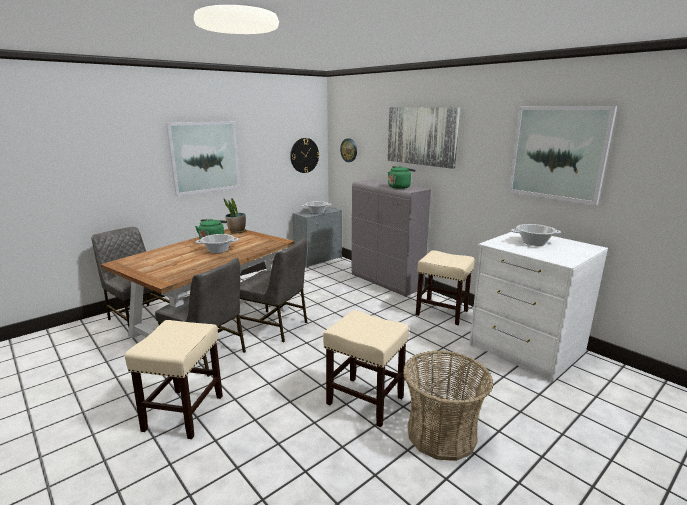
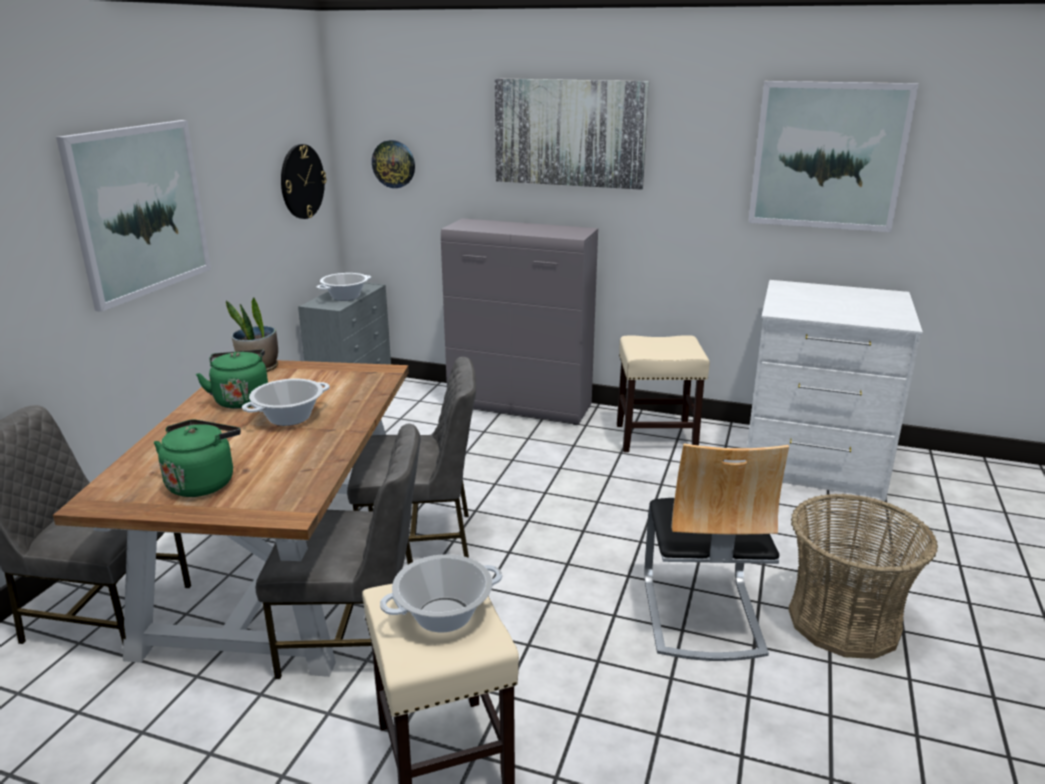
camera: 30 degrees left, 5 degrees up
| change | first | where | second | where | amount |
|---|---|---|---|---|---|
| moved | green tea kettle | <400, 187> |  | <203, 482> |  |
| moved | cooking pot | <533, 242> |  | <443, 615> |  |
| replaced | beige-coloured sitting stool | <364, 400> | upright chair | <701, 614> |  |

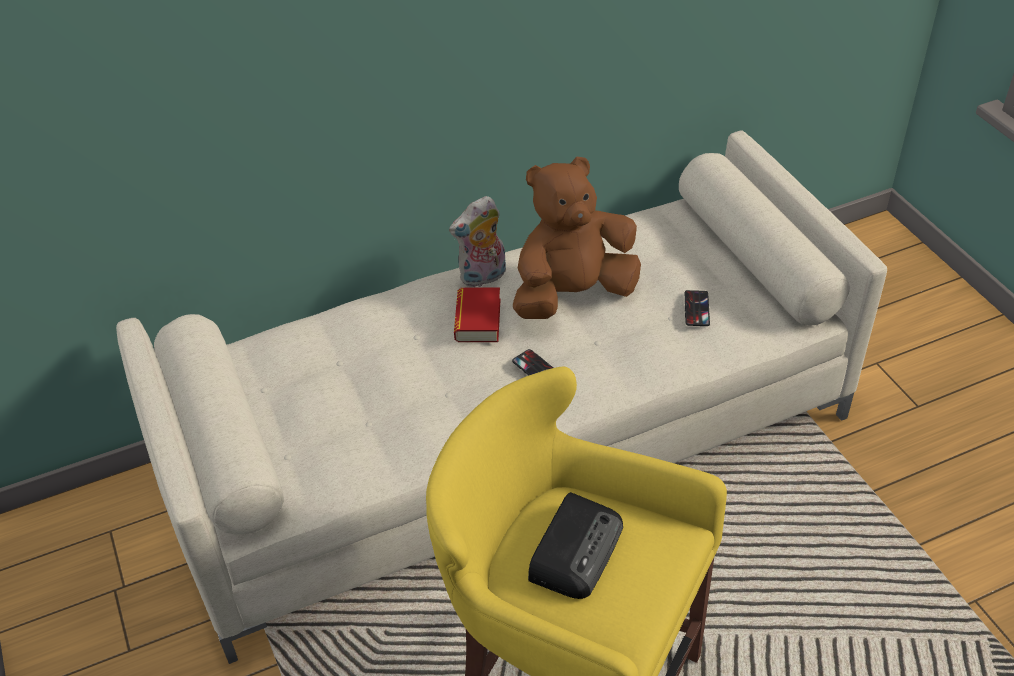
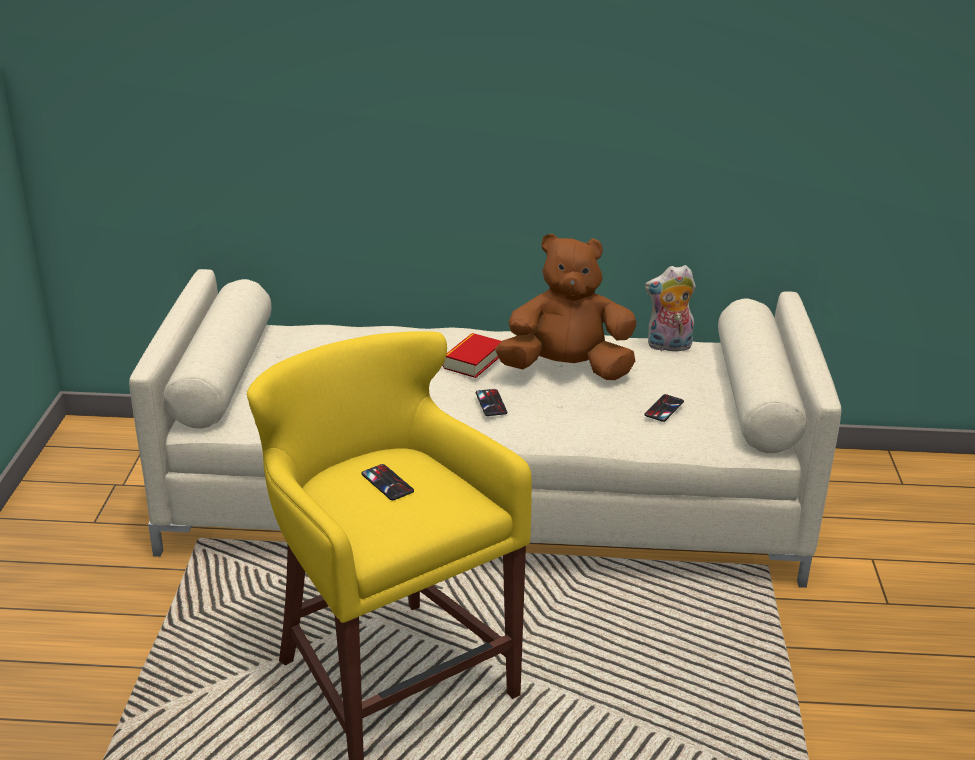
camera: 25 degrees right, 15 degrees down
| change | first | where | second | where | amount |
|---|---|---|---|---|---|
| moved | plush toy | <483, 277> |  | <668, 346> |  |
| replaced | radio set | <576, 549> | handset | <387, 483> |  |

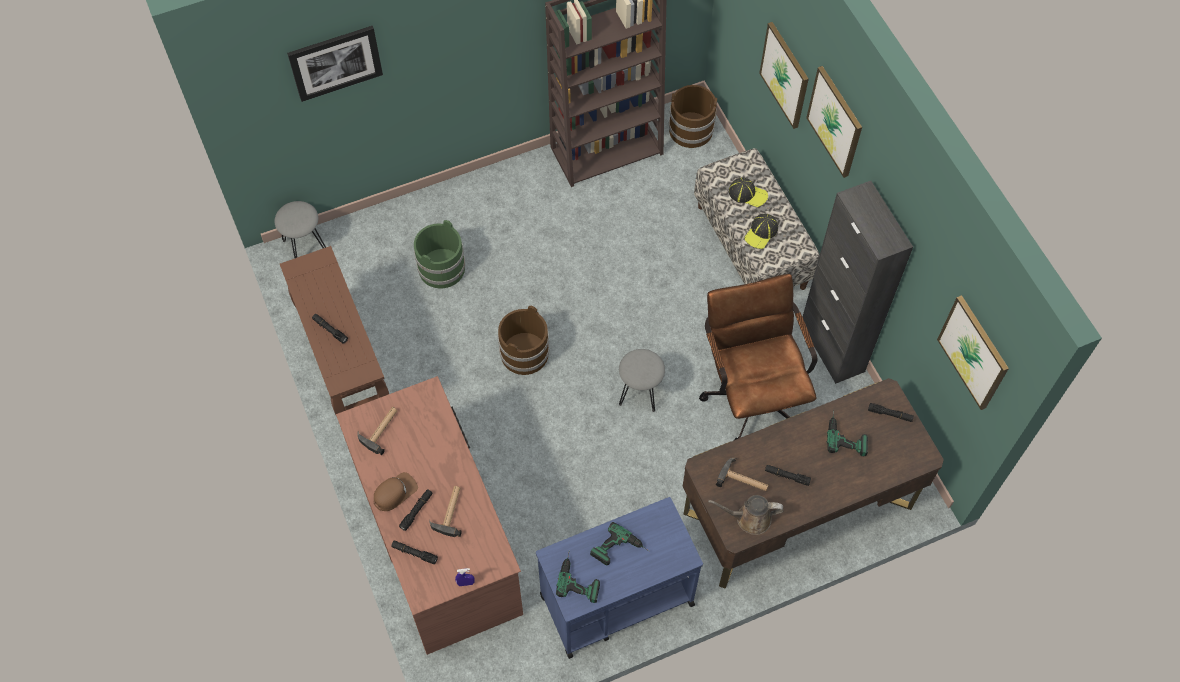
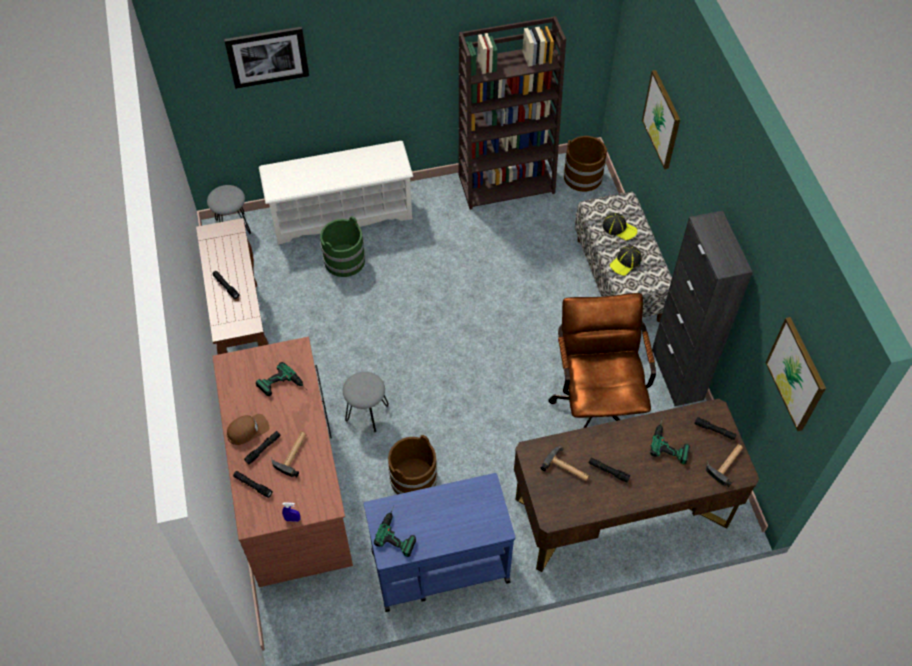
camera: 10 degrees right, 5 degrees down
| change | first | where | second | where | amount |
|---|---|---|---|---|---|
| removed | brown-coloured watering pot | <749, 518> |  |  |  |
| removed | wall picture | <835, 121> |  |  |  |
| added |  |  | white shoe stand | <341, 214> |  |
| moved | hand hammer | <381, 429> |  | <726, 463> |  |
| moved | brown-coloured bucket | <524, 353> |  | <413, 478> |  |
| moved | electric drill | <621, 551> |  | <283, 387> |  |
| moved | greyish sitting stool | <639, 392> |  | <366, 413> |  |

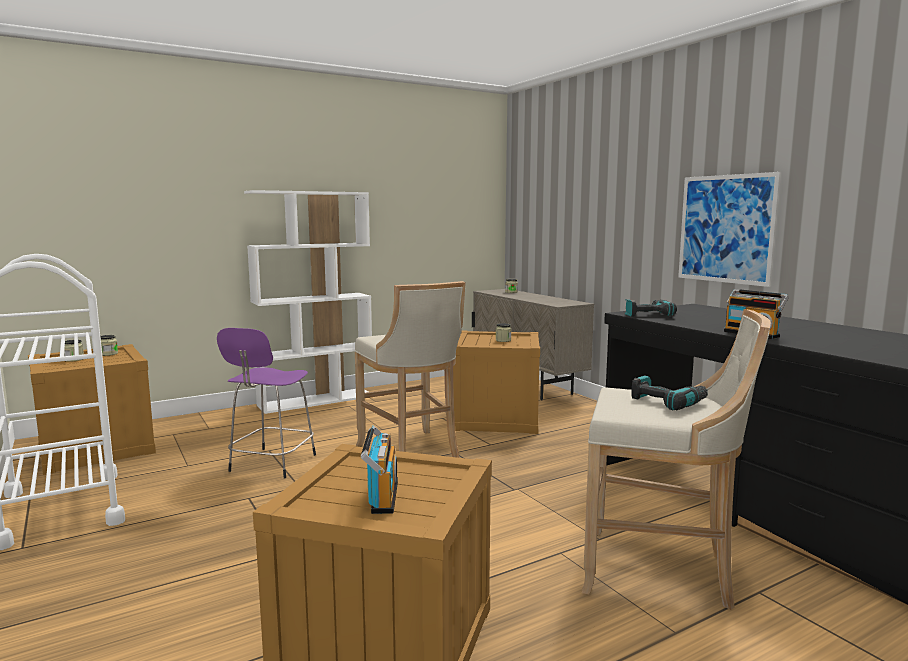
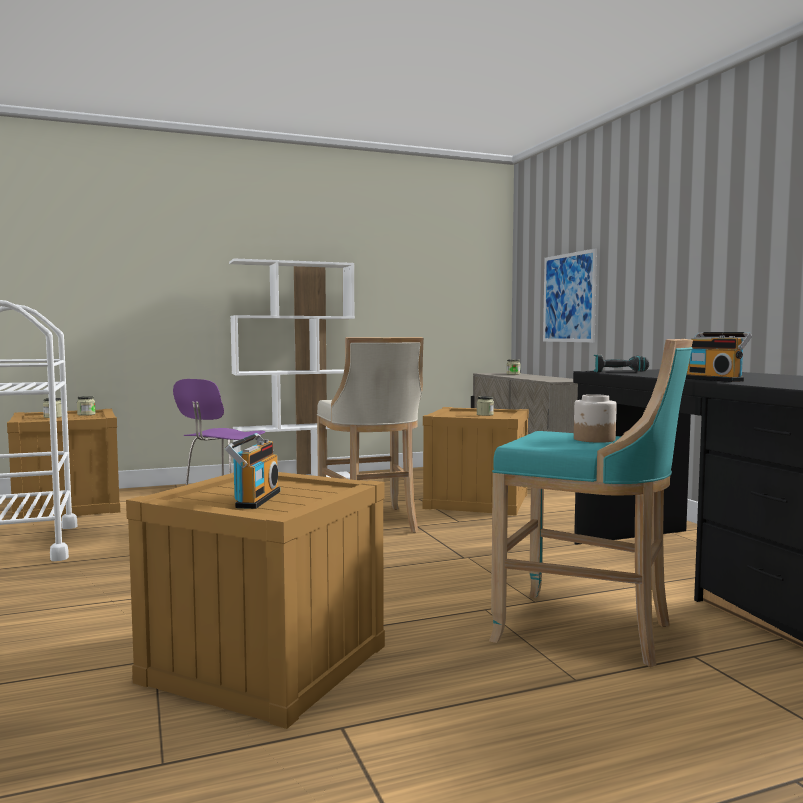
camera: 10 degrees right, 5 degrees down
| change | first | where | second | where | amount |
|---|---|---|---|---|---|
| moved | wall picture | <726, 229> |  | <569, 297> |  |
| replaced | electric drill | <668, 402> | preserve jar | <594, 439> |  |
| recoloured | beige-coloured sitting stool | <661, 571> | turquoise sitting stool | <589, 631> |  |

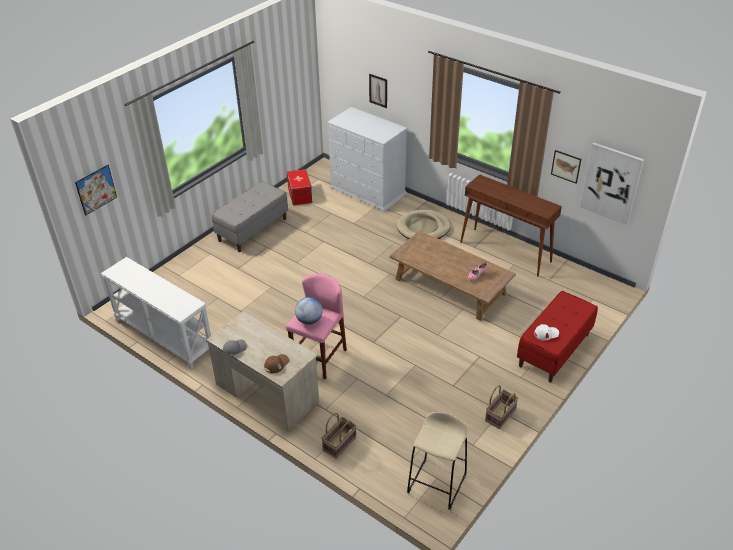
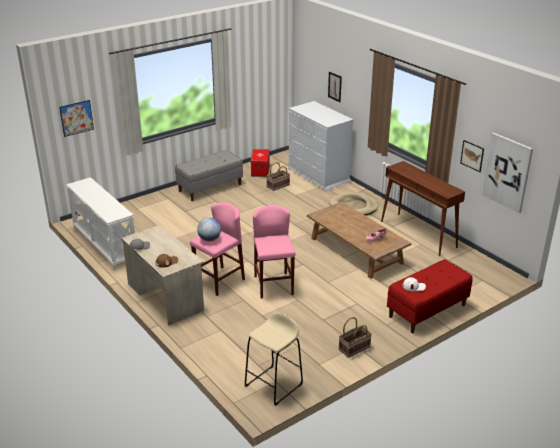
camera: 15 degrees right, 10 degrees down
| change | first | where | second | where | amount |
|---|---|---|---|---|---|
| added |  |  | pink sitting stool | <273, 285> |  |
| moved | storage basket | <340, 444> |  | <278, 186> |  |

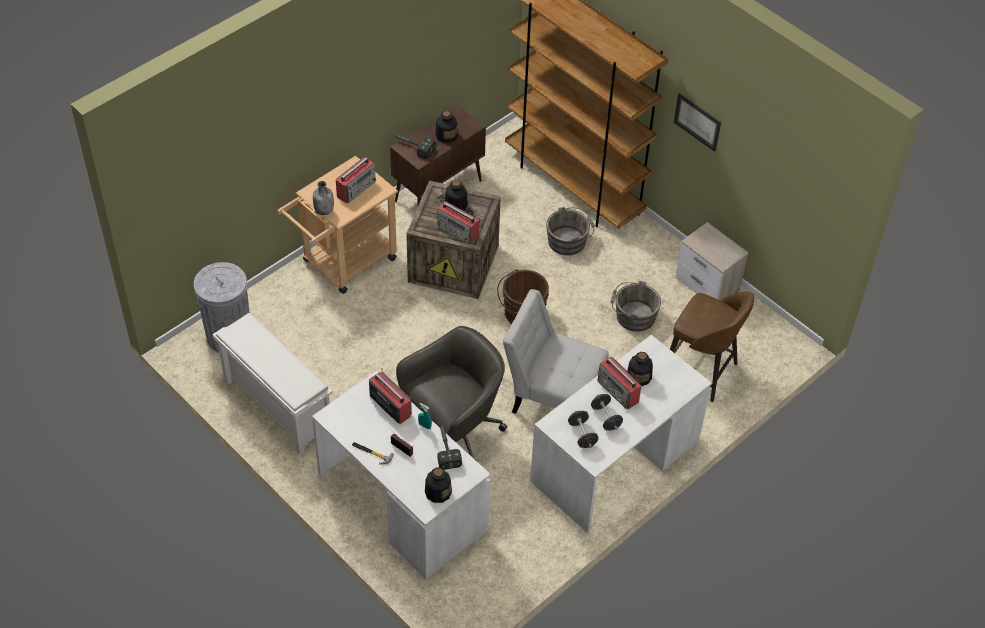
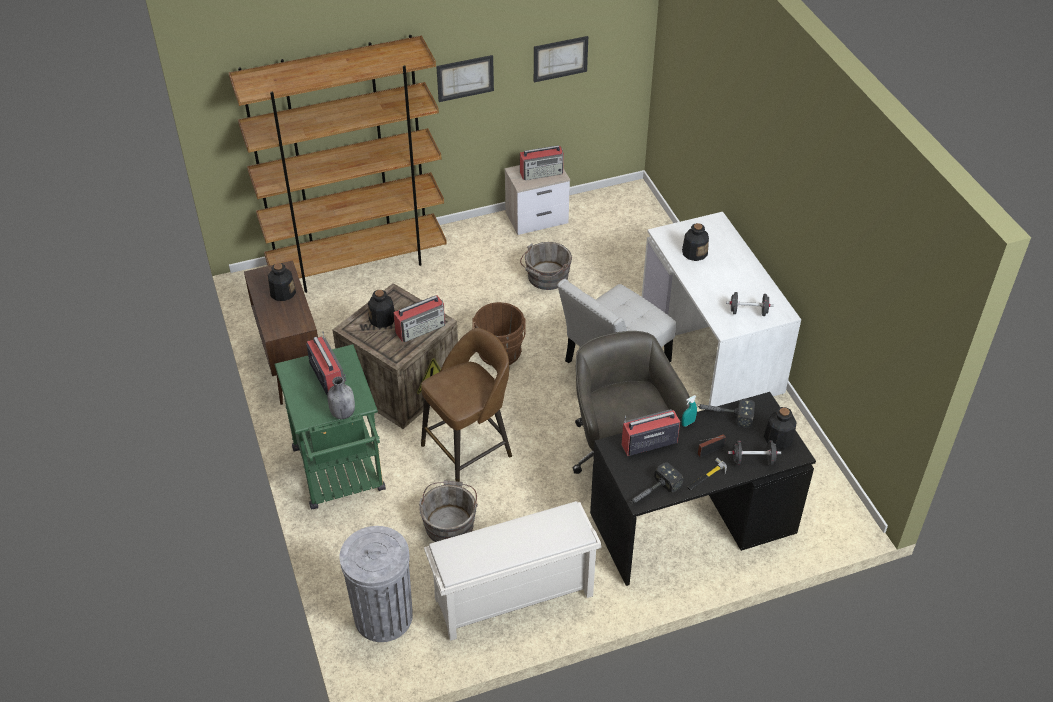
camera: 65 degrees left, 5 degrees down
| change | first | where | second | where | amount |
|---|---|---|---|---|---|
| added |  |  | wall picture | <560, 58> |  |
| moved | hand hammer | <412, 146> |  | <651, 493> |  |
| moved | greyish bucket | <569, 240> |  | <449, 522> |  |
| moved | black-coloured hand weight | <606, 418> |  | <753, 460> |  |
| moved | radio set | <618, 391> |  | <542, 173> |  |
| moved | brown-coloured sitting stool | <701, 372> |  | <469, 449> |  |
| recoloured | beige-coloured wheeled cart | <343, 263> | green wheeled cart | <341, 476> |  |
| recoloured | white desk | <400, 501> | black-coloured desk | <692, 524> |  |

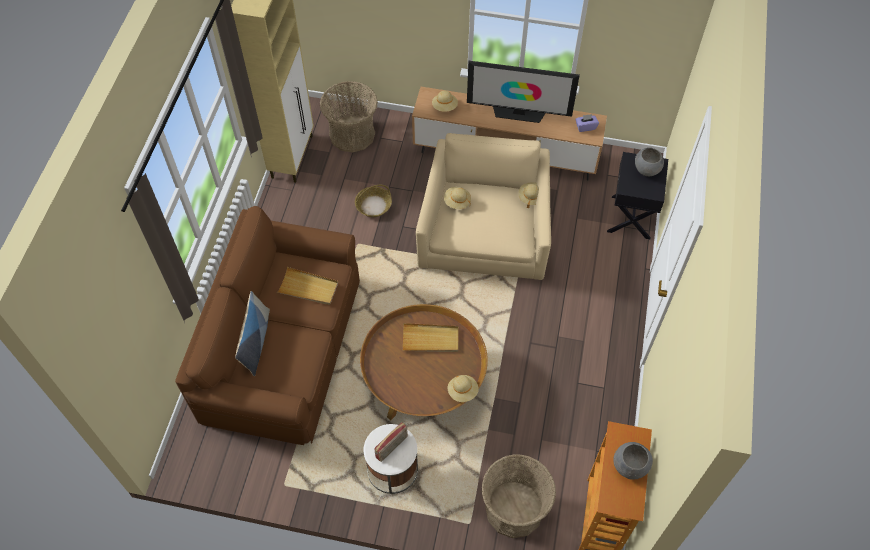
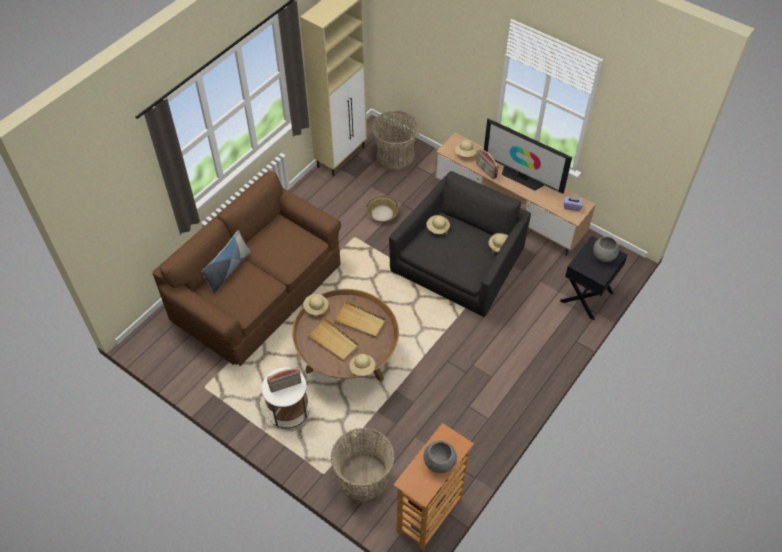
camera: 25 degrees right, 5 degrees down
| change | first | where | second | where | amount |
|---|---|---|---|---|---|
| added |  |  | beige-coloured hat | <316, 308> |  |
| added |  |  | radio set | <486, 171> |  |
| moved | beige-coloured carrying tray | <308, 288> |  | <333, 341> |  |
| recoloured | beige-coloured armchair | <485, 229> | black-coloured armchair | <459, 262> |  |

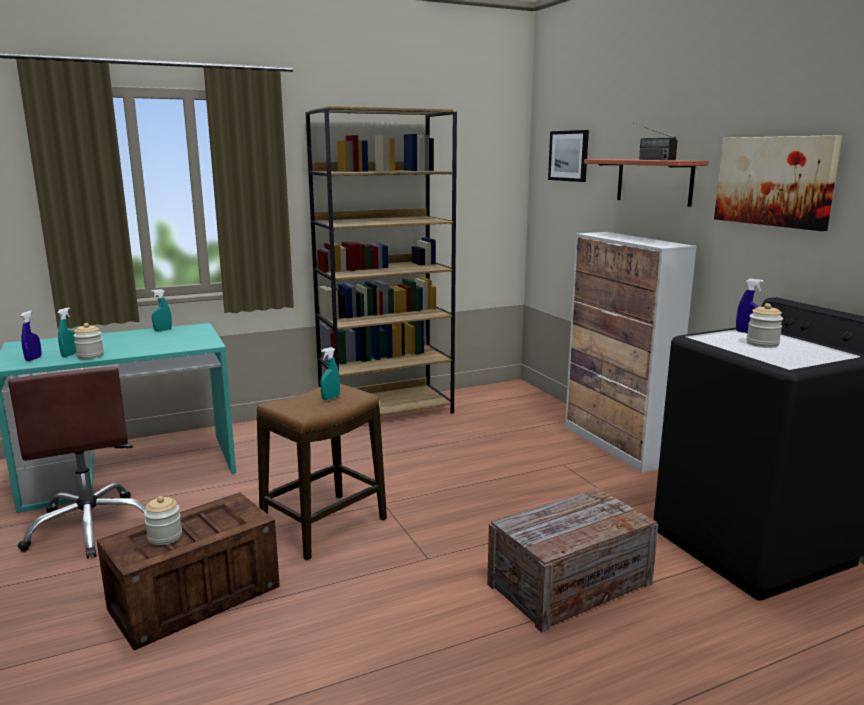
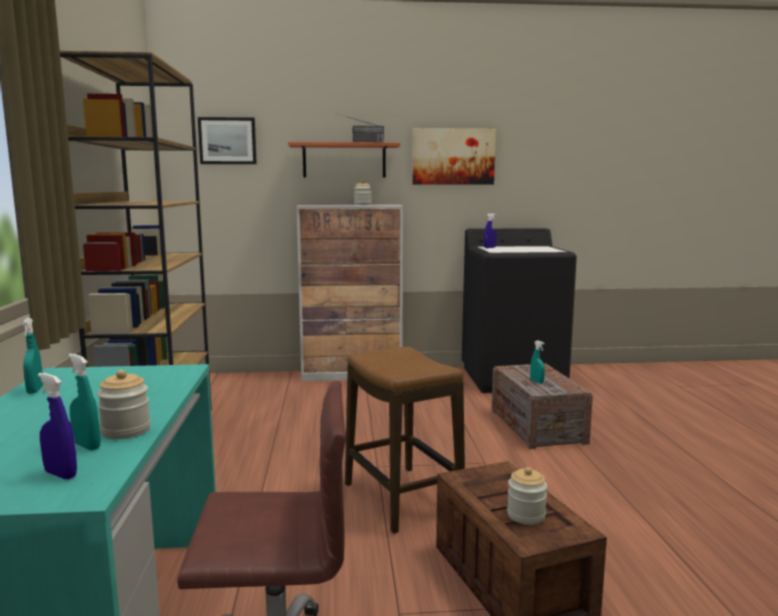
camera: 70 degrees left, 5 degrees down
| change | first | where | second | where | amount |
|---|---|---|---|---|---|
| moved | turquoise hand sprayer | <330, 398> |  | <537, 381> |  |
| moved | preserve jar | <762, 344> |  | <362, 204> |  |

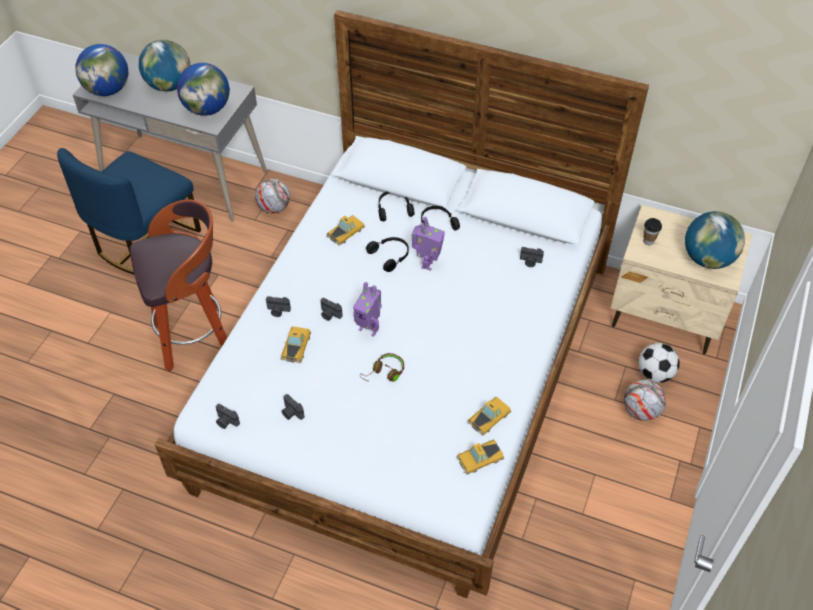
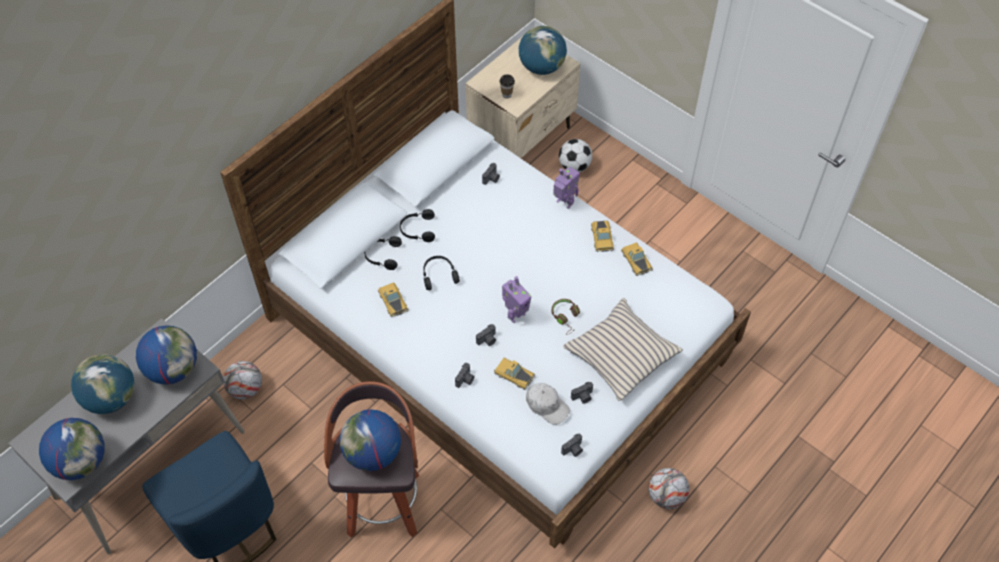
camera: 70 degrees left, 5 degrees up
| change | first | where | second | where | amount |
|---|---|---|---|---|---|
| added |  |  | world globe | <373, 453> |  |
| added |  |  | white baseball cap | <547, 405> |  |
| added |  |  | beige-coloured throw pillow | <621, 354> |  |
| moved | robot figure | <427, 263> |  | <564, 203> |  |
| moved | toy car | <479, 458> |  | <602, 238> |  |
| moved | football | <640, 411> |  | <666, 496> |  |

